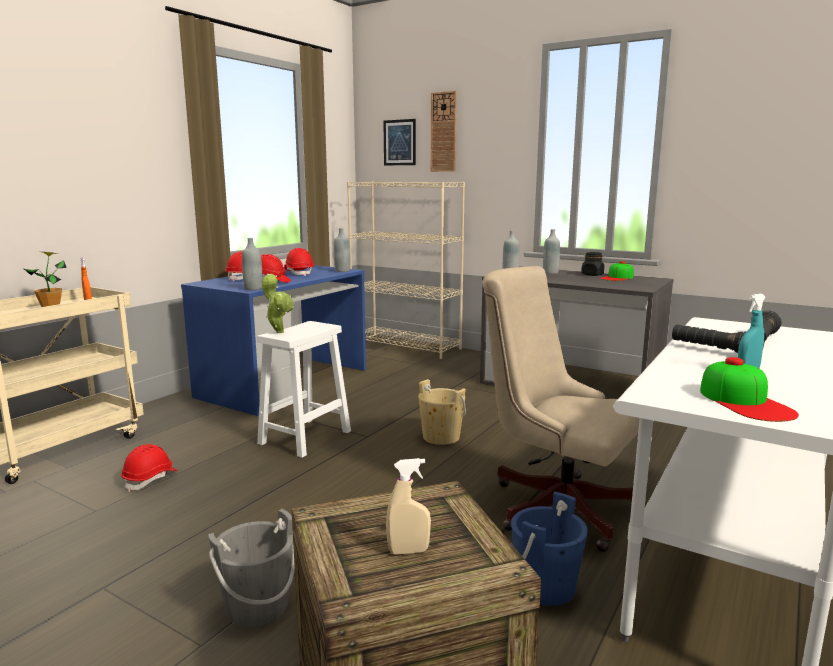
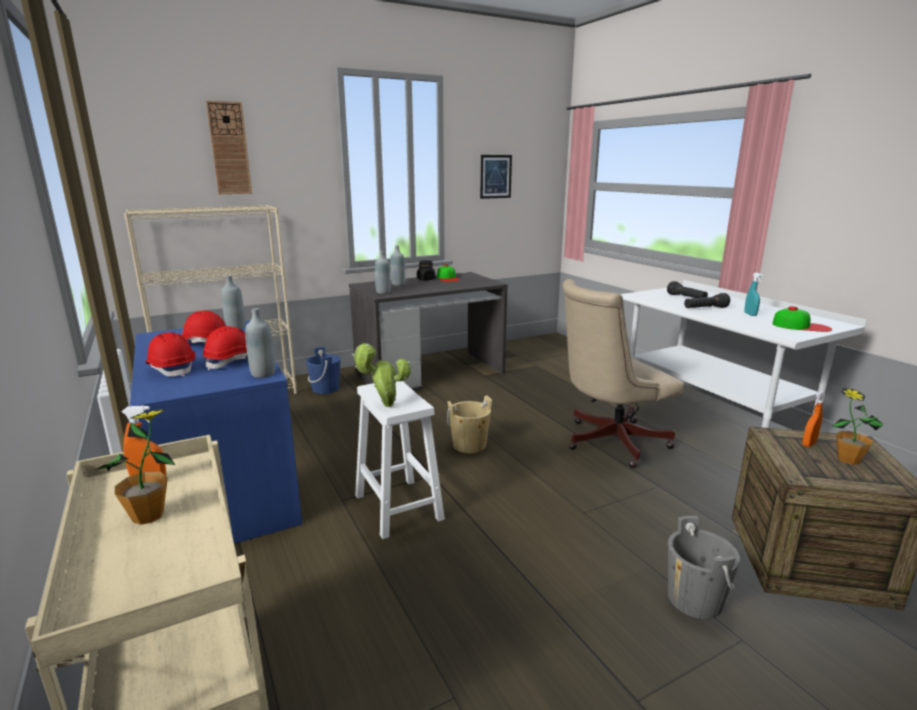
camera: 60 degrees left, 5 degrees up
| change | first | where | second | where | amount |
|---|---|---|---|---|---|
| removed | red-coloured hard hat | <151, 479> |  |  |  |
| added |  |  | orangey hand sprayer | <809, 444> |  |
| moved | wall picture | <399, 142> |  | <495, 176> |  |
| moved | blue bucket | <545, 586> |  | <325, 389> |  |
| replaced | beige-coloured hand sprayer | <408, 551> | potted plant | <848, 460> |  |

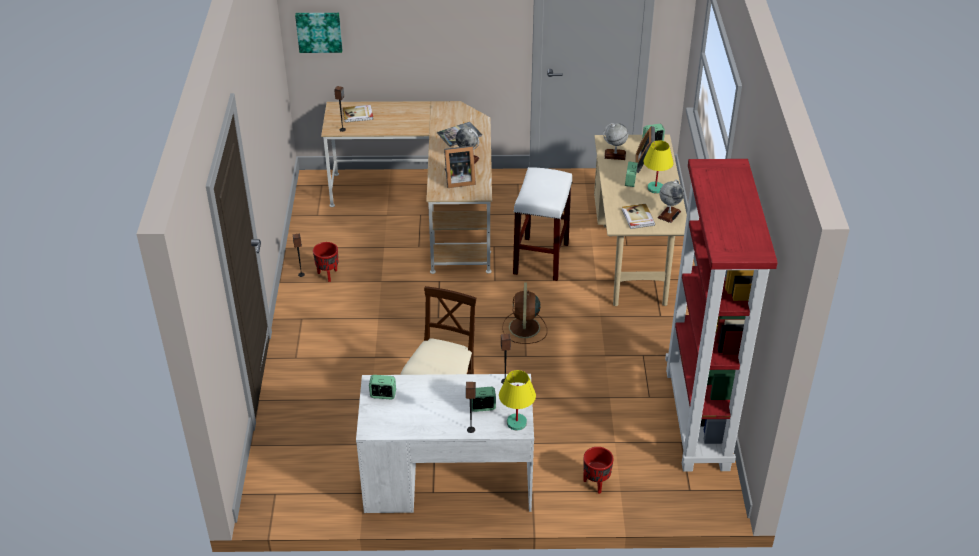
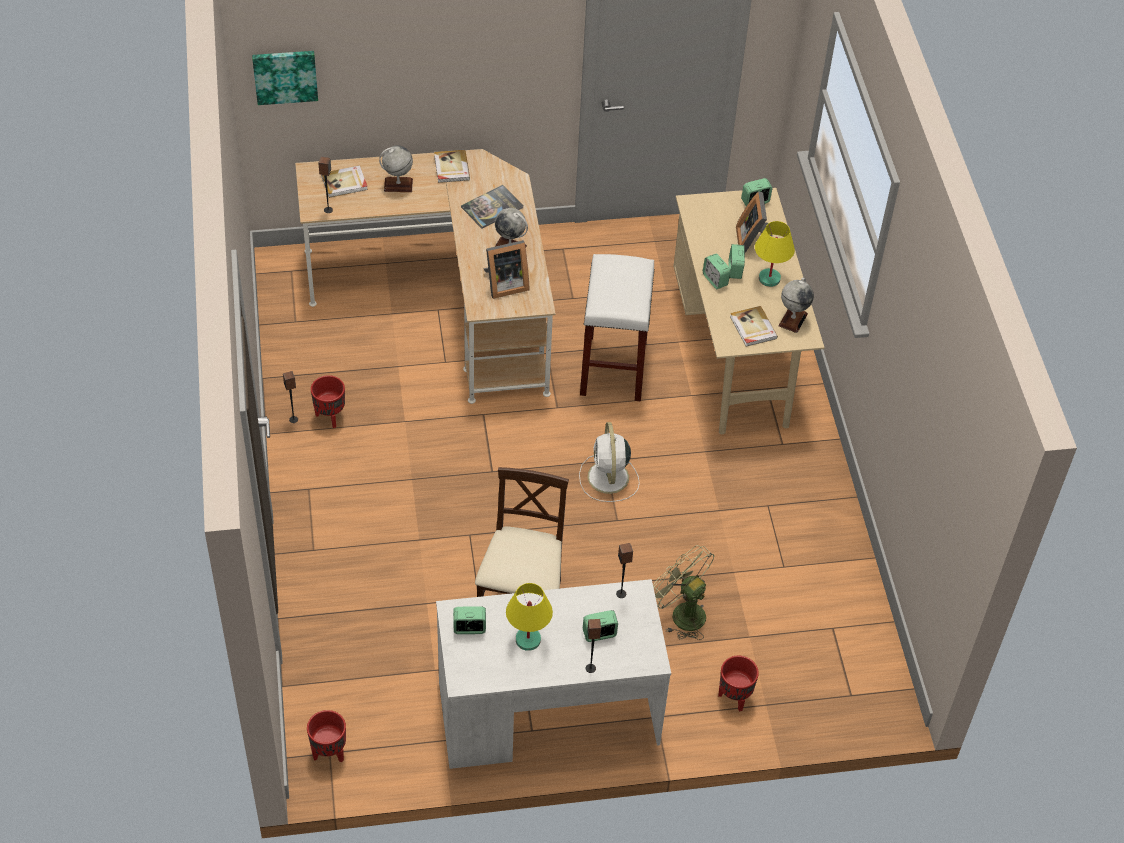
camera: 10 degrees left, 10 degrees up
| change | first | where | second | where | amount |
|---|---|---|---|---|---|
| removed | red-coloured shelving unit | <698, 419> |  |  |  |
| added |  |  | red-coloured flower pot | <328, 752> |  |
| added |  |  | bound book | <451, 168> |  |
| added |  |  | green electric fan | <681, 613> |  |
| added |  |  | alarm clock | <715, 280> |  |
| moved | yellow tabletop lamp | <517, 423> |  | <528, 640> |  |
| moved | world globe | <615, 155> |  | <398, 185> |  |
| recoloured | brown-coloured electric fan | <524, 328> | white electric fan | <608, 478> |  |

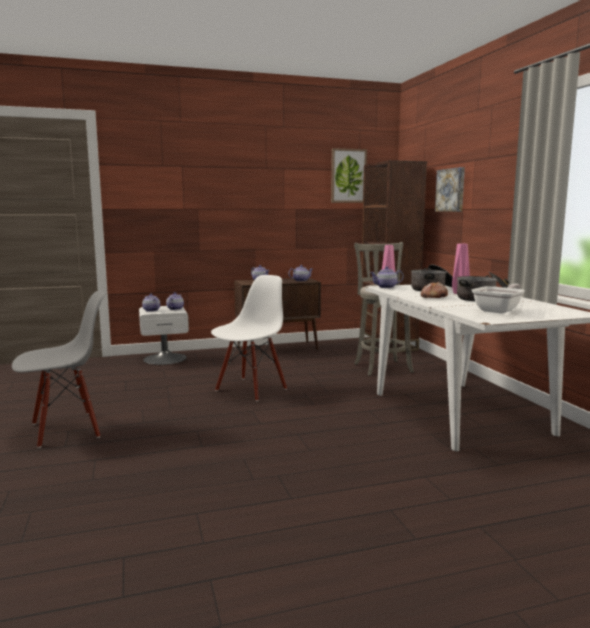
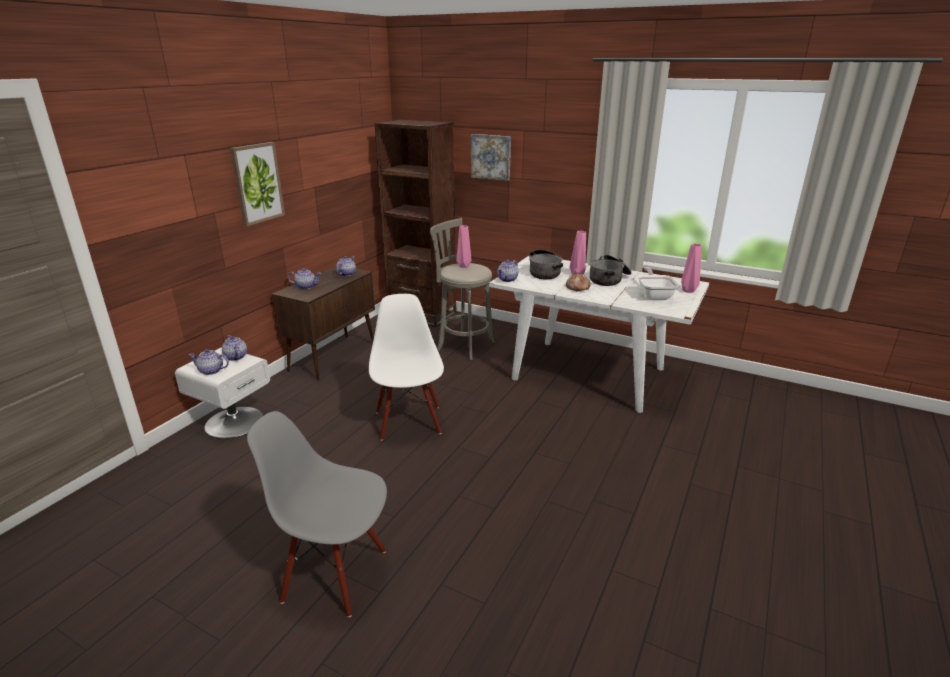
camera: 45 degrees left, 15 degrees up
| change | first | where | second | where | amount |
|---|---|---|---|---|---|
| added |  |  | pink flower vase | <687, 291> |  |
| moved | wall picture | <348, 176> |  | <257, 183> |  |
| turned | greyish upright chair | <66, 429> |  | <335, 574> | 90 degrees counterclockwise |

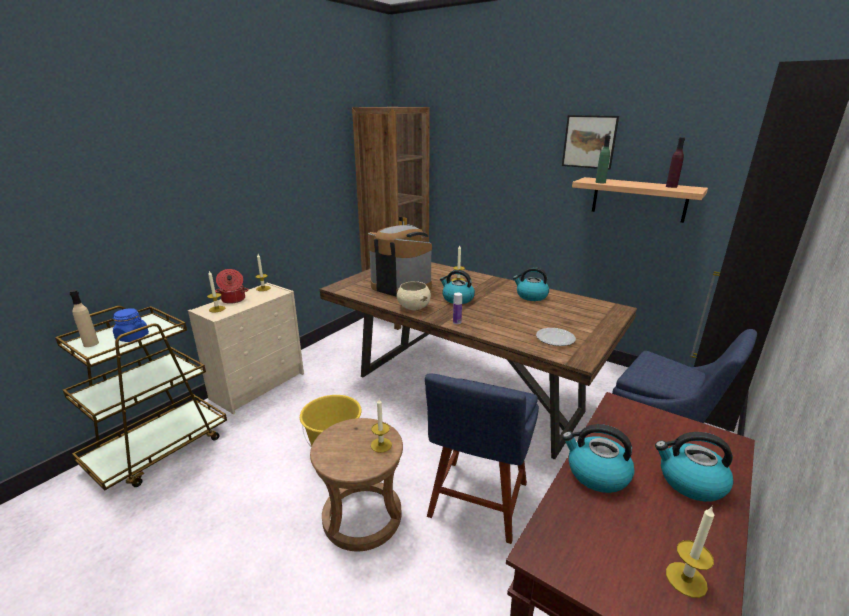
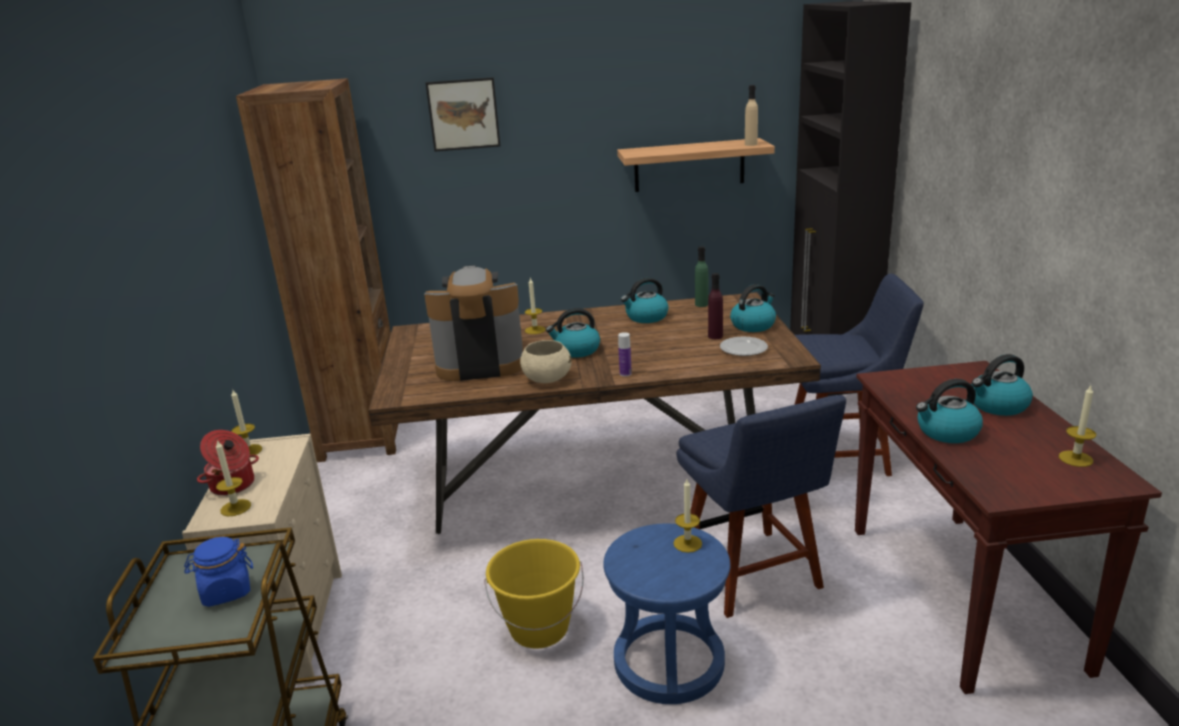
camera: 40 degrees left, 0 degrees up
| change | first | where | second | where | amount |
|---|---|---|---|---|---|
| added |  |  | tea kettle | <753, 325> |  |
| moved | beige-coloured beverage bottle | <91, 344> |  | <751, 144> |  |
| moved | wall picture | <589, 142> |  | <463, 114> |  |
| moved | green beverage bottle | <600, 182> |  | <701, 304> |  |
| moved | purple-coloured beverage bottle | <671, 186> |  | <715, 336> |  |
| recoloured | brown-coloured sitting stool | <362, 517> | blue sitting stool | <669, 662> |  |

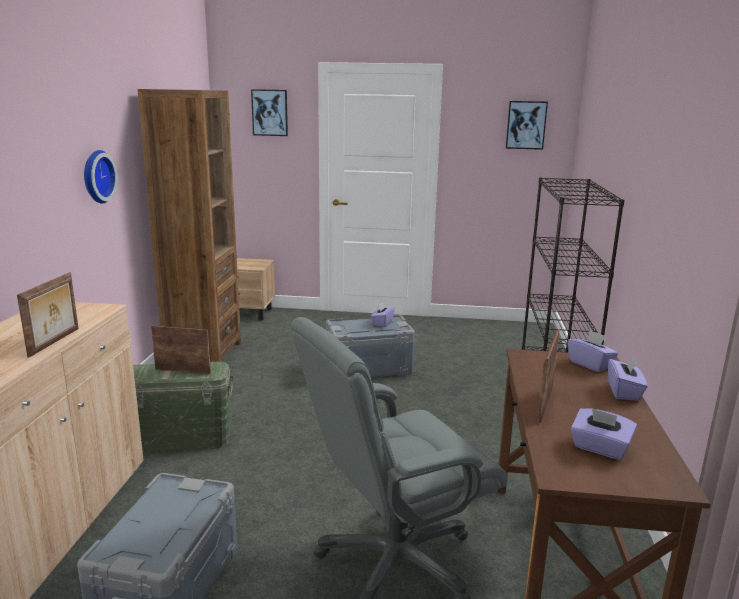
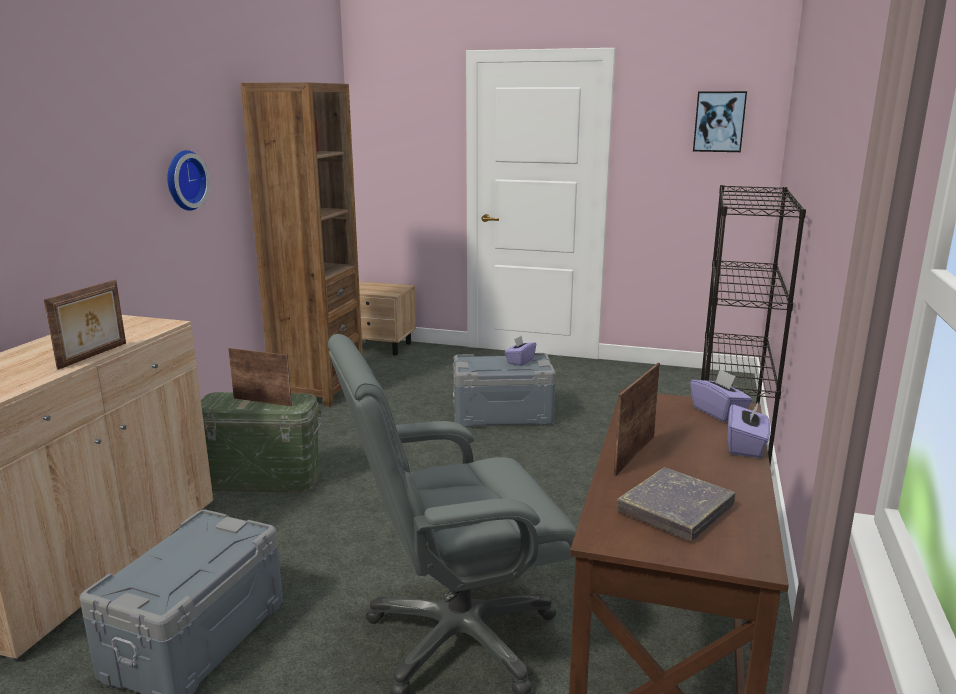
camera: 10 degrees right, 0 degrees up
| change | first | where | second | where | amount |
|---|---|---|---|---|---|
| removed | wall picture | <270, 112> |  |  |  |
| replaced | purple-coloured tissue holder | <600, 448> | greyish bound book | <675, 509> |  |

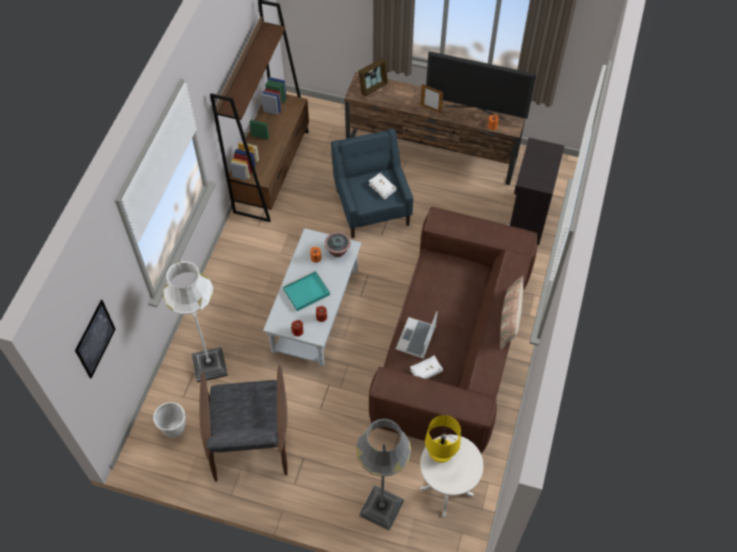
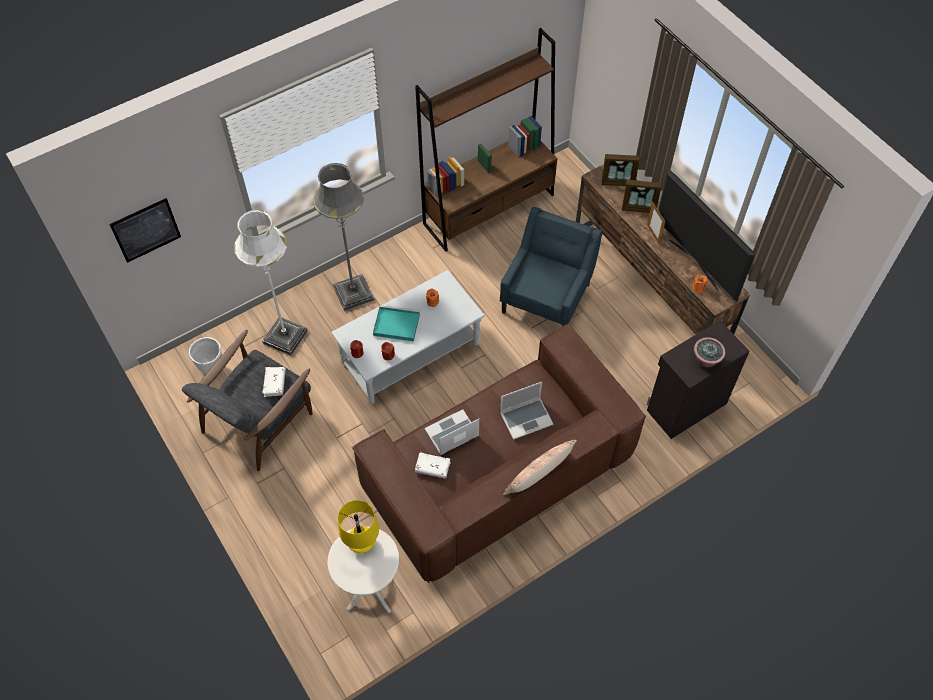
camera: 40 degrees right, 0 degrees up
| change | first | where | second | where | amount |
|---|---|---|---|---|---|
| added |  |  | laptop | <526, 418> |  |
| added |  |  | picture frame | <639, 208> |  |
| moved | potted plant | <337, 251> |  | <705, 360> |  |
| moved | greyish floor lamp | <381, 508> |  | <353, 293> |  |
| moved | white bound book | <382, 188> |  | <275, 384> |  |

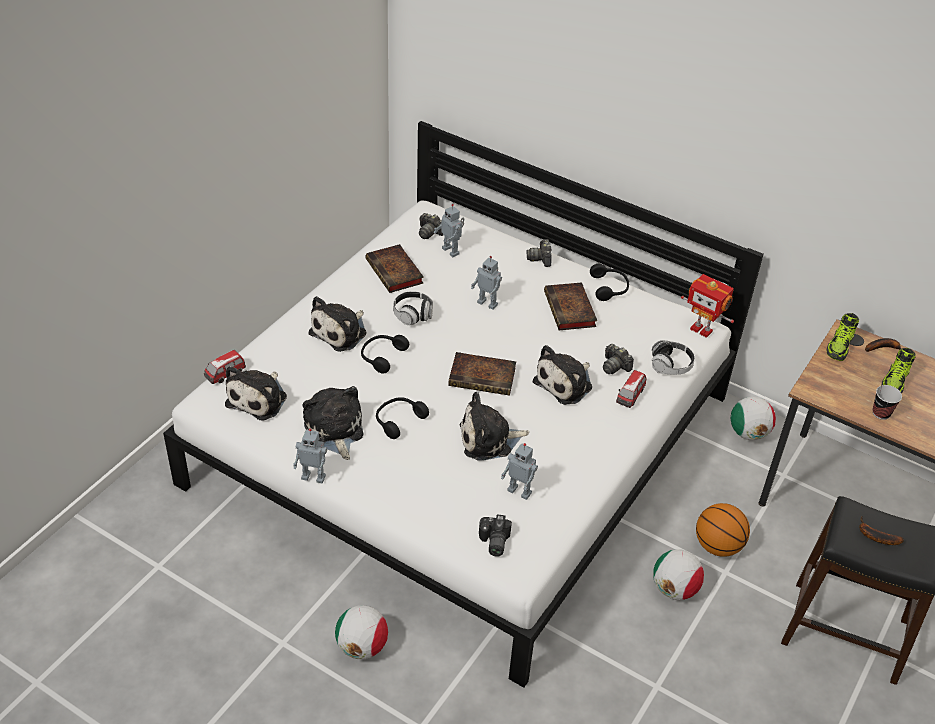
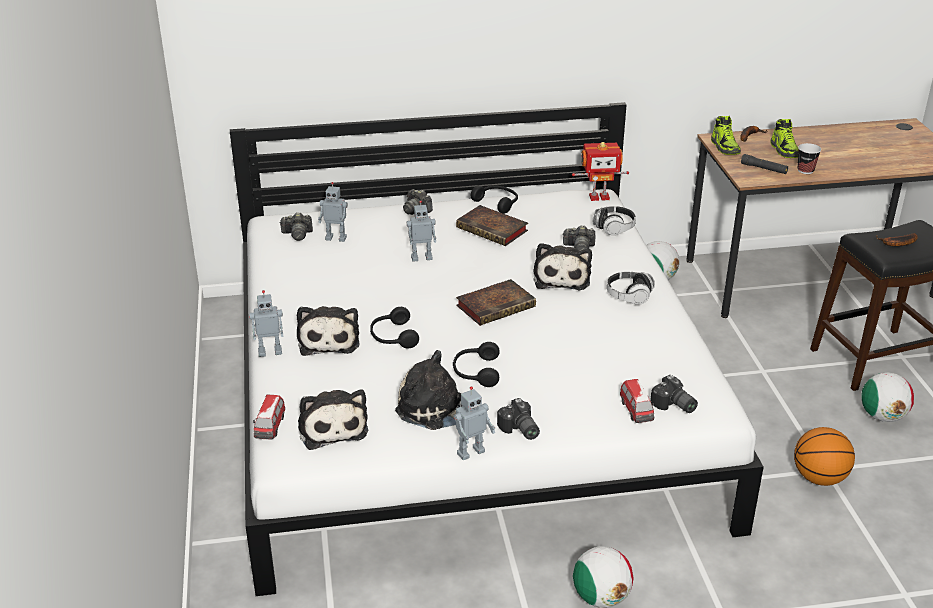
camera: 40 degrees left, 10 degrees down
| change | first | where | second | where | amount |
|---|---|---|---|---|---|
| removed | bound book | <395, 272> |  |  |  |
| removed | plush toy | <489, 439> |  |  |  |
| added |  |  | photo camera | <519, 430> |  |
| added |  |  | black-coloured flashlight | <764, 169> |  |
| moved | headset | <413, 315> |  | <629, 296> |  |
| moved | robot figure | <520, 491> |  | <270, 351> |  |
| moved | toy car | <630, 396> |  | <636, 411> |  |
| moved | football | <674, 589> |  | <882, 416> |  |
| moved | basketball | <717, 545> |  | <819, 477> |  |

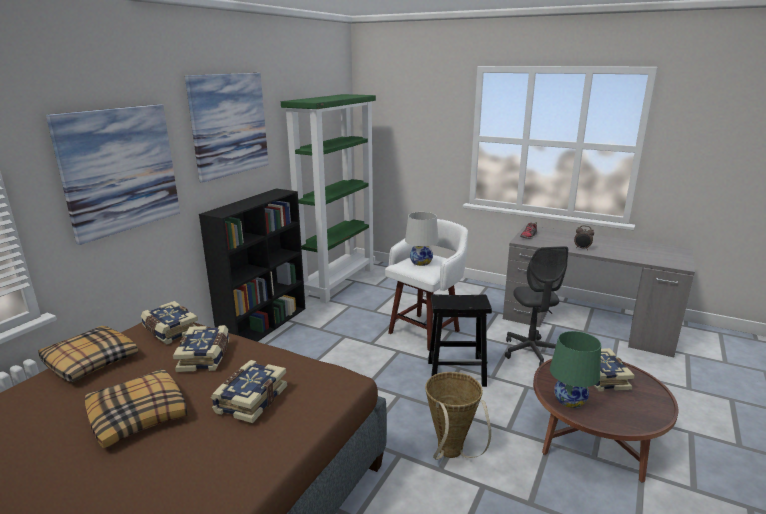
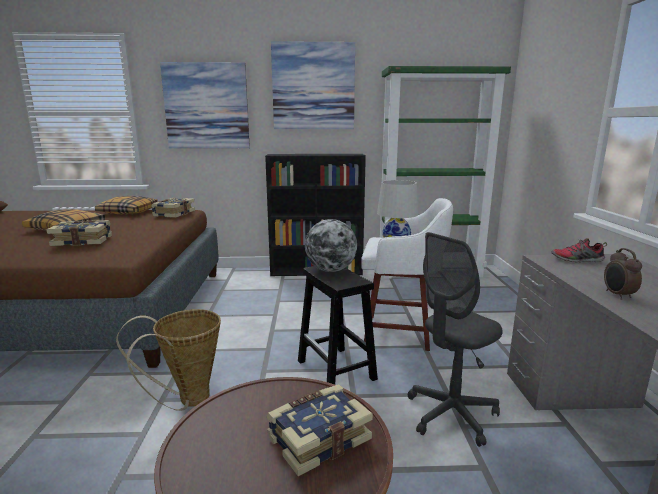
camera: 60 degrees right, 5 degrees down
| change | first | where | second | where | amount |
|---|---|---|---|---|---|
| removed | bound book | <205, 357> |  |  |  |
| removed | green tabletop lamp | <569, 400> |  |  |  |
| added |  |  | world globe | <331, 270> |  |

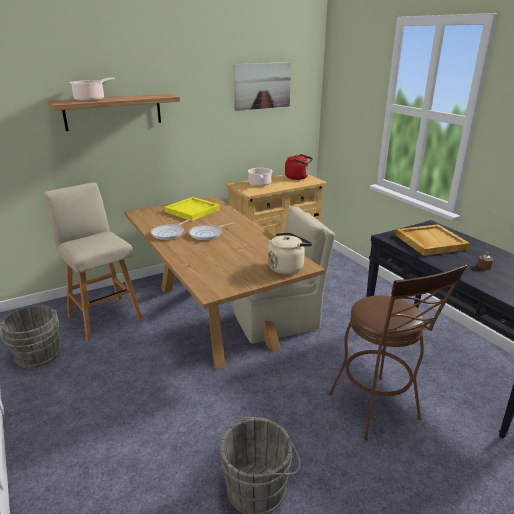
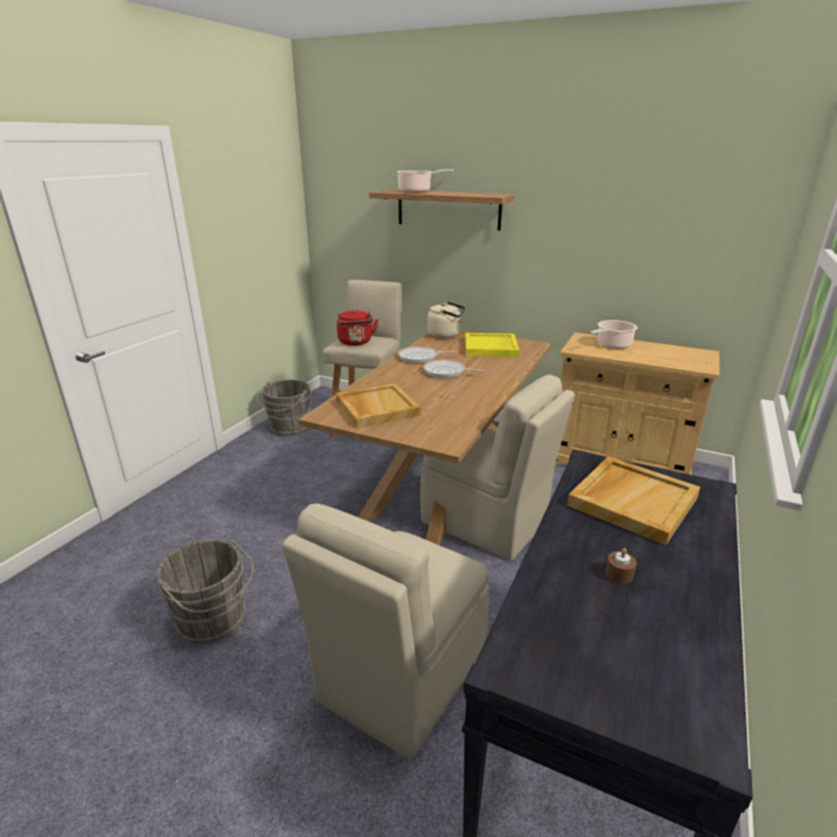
camera: 55 degrees right, 0 degrees up
| change | first | where | second | where | amount |
|---|---|---|---|---|---|
| removed | wall picture | <262, 86> |  |  |  |
| added |  |  | beige-coloured carrying tray | <376, 408> |  |
| moved | beige-coloured tea kettle | <287, 267> |  | <446, 335> |  |
| moved | red-coloured tea kettle | <298, 177> |  | <356, 342> |  |
| replaced | brown-coloured sitting stool | <378, 411> | beige-coloured upright chair | <400, 677> |  |

